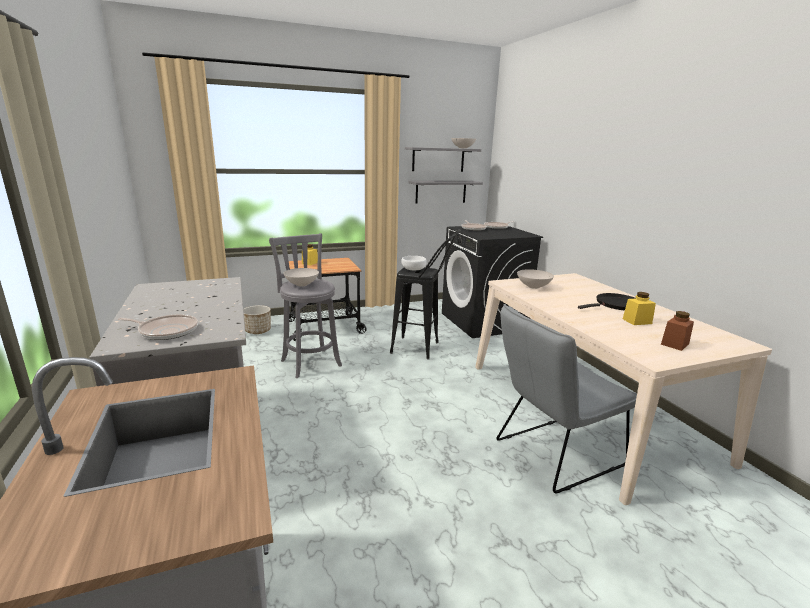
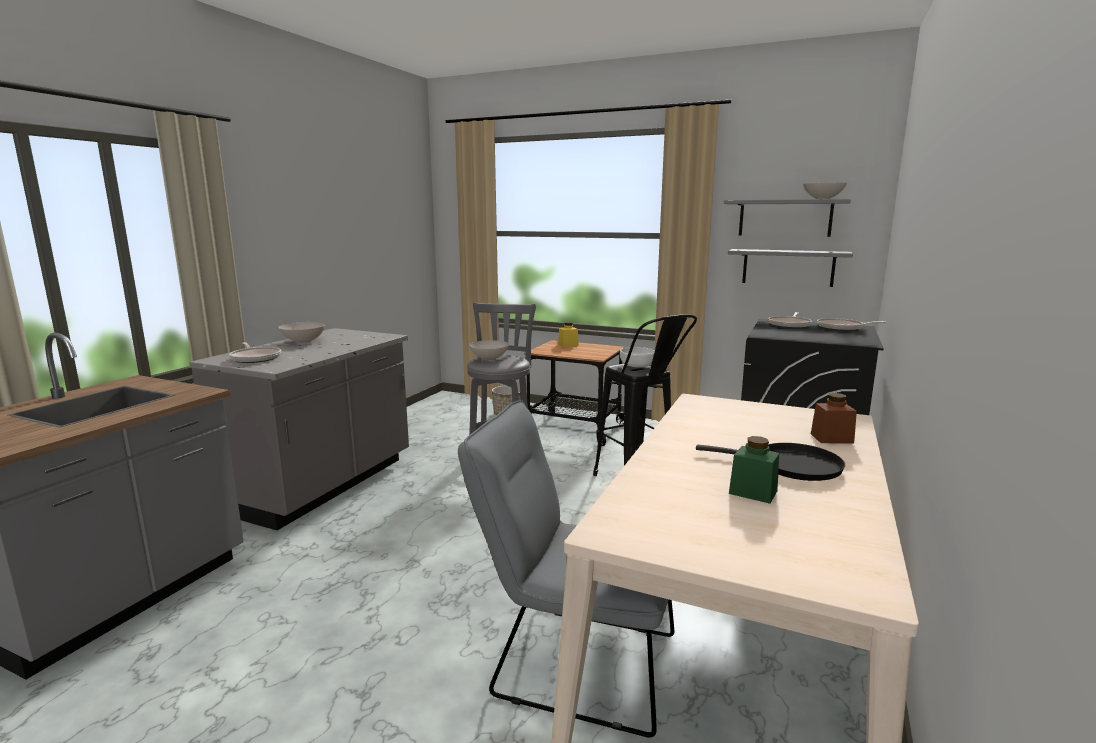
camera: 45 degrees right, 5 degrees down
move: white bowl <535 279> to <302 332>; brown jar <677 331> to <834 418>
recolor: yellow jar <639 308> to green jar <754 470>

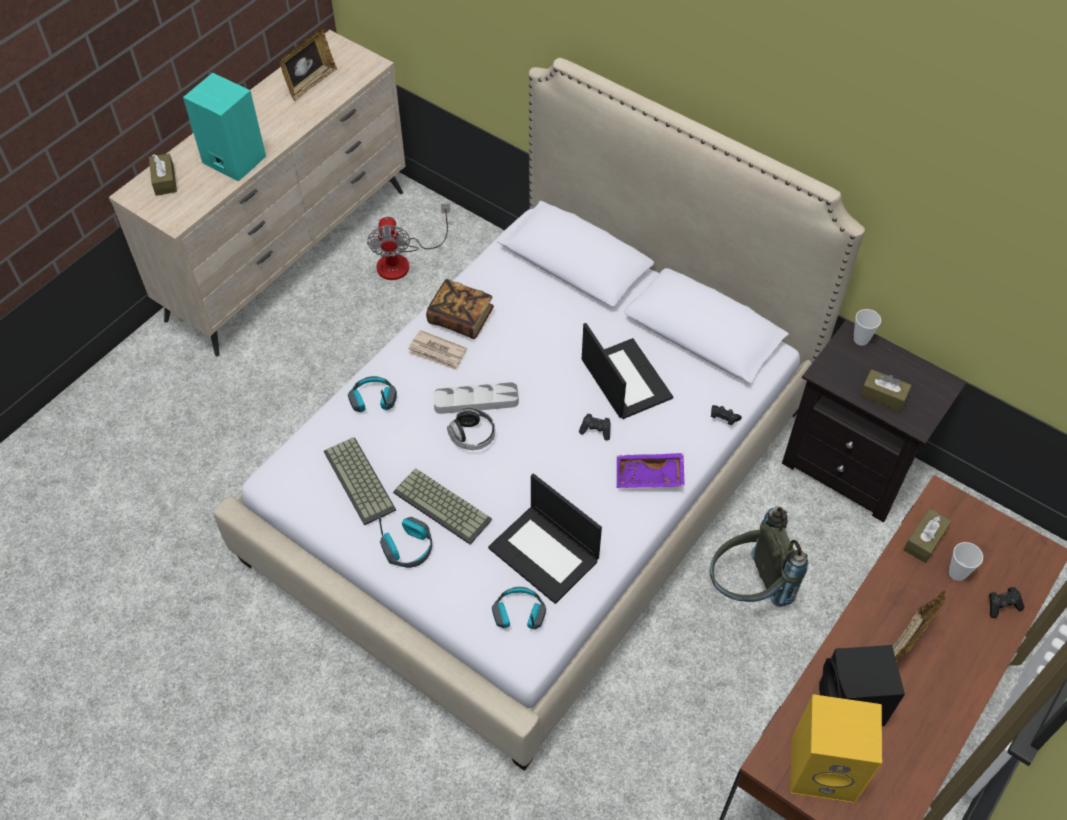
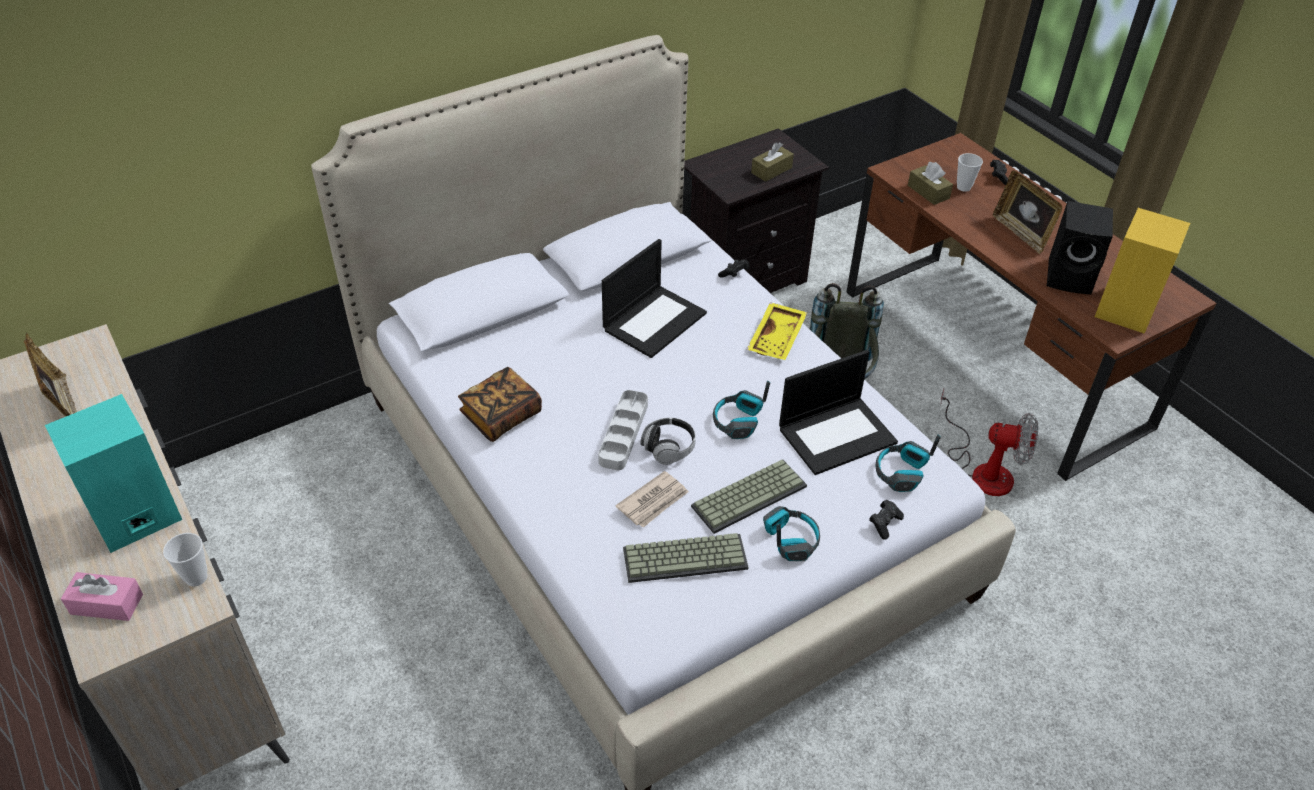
camera: 70 degrees left, 10 degrees down
move: cup <867 327> to <185 560>; newspaper <437 350> to <652 499>; headphones <372 394> to <741 410>; black game controller <595 426> to <886 520>; fan <408 241> to <989 442>
recolor: brown tissue box <163 175> to pink tissue box <102 596>; purple tray <651 470> to yellow tray <777 331>
rotate: laptop <627 371> = <654 298> 135 degrees clockwise

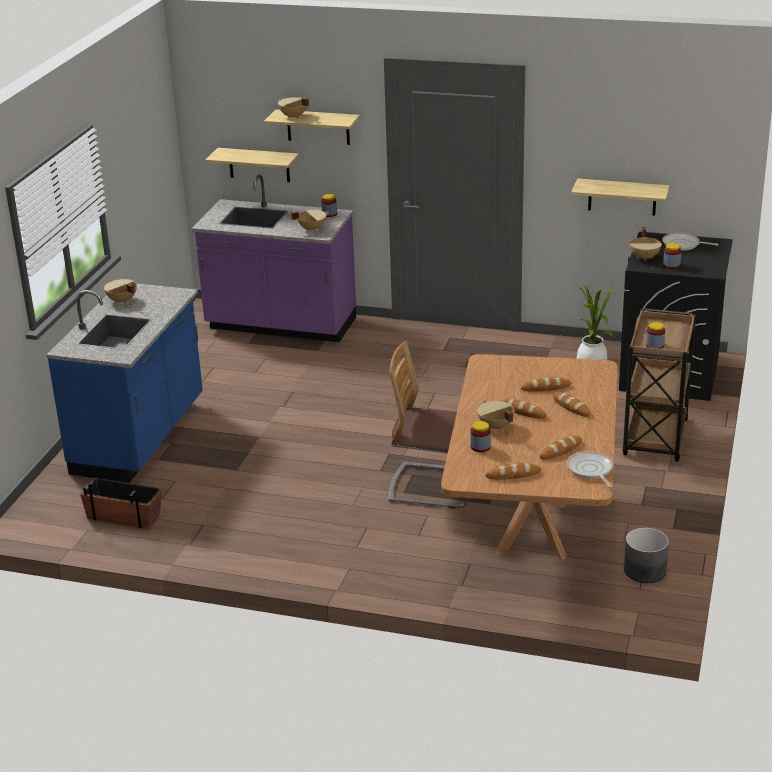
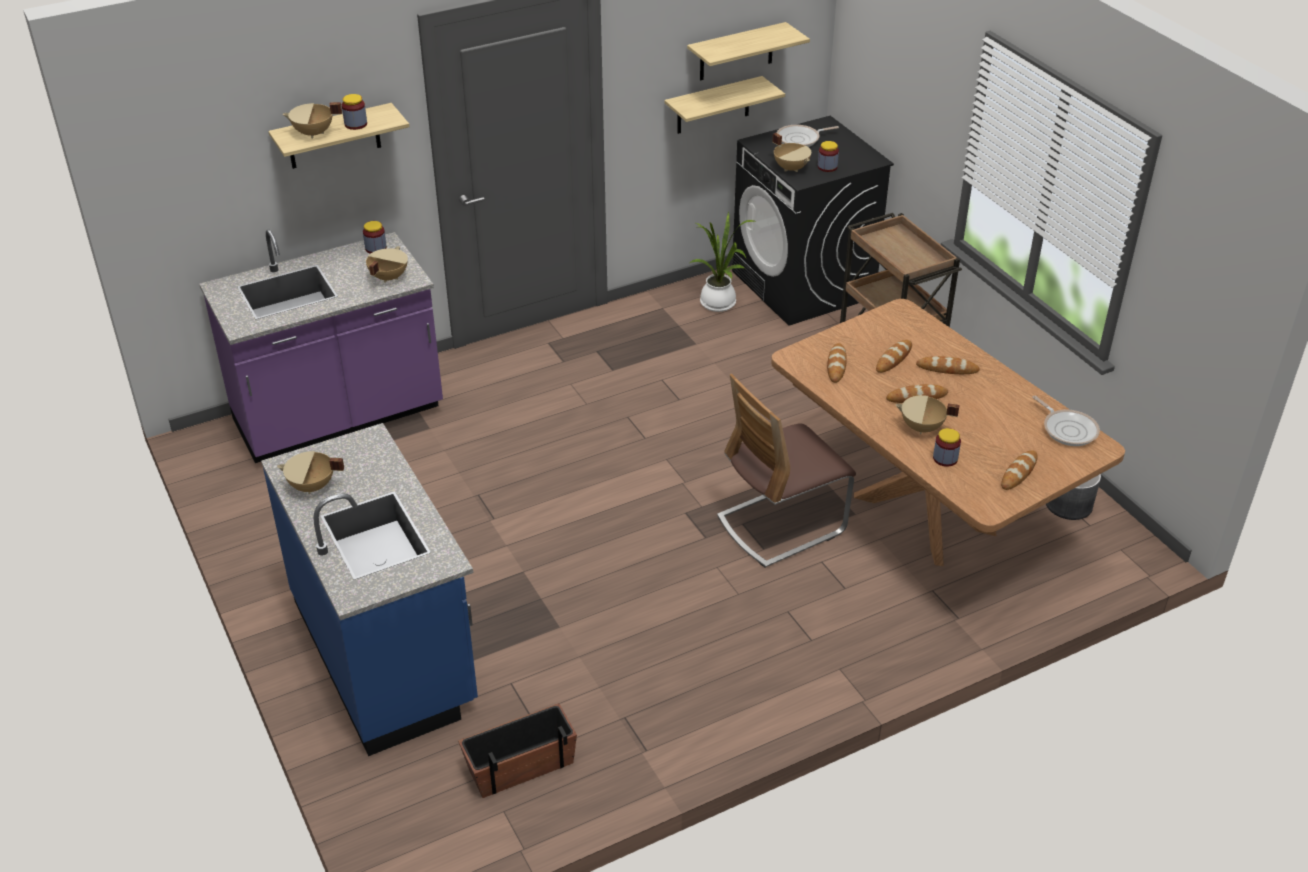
camera: 45 degrees left, 10 degrees up
move: jar <655 335> to <354 112>; shelf <252 165> to <748 51>; bread <561 448> to <837 363>
rotate: frying pan <590 469> = <1066 421> 150 degrees counterclockwise

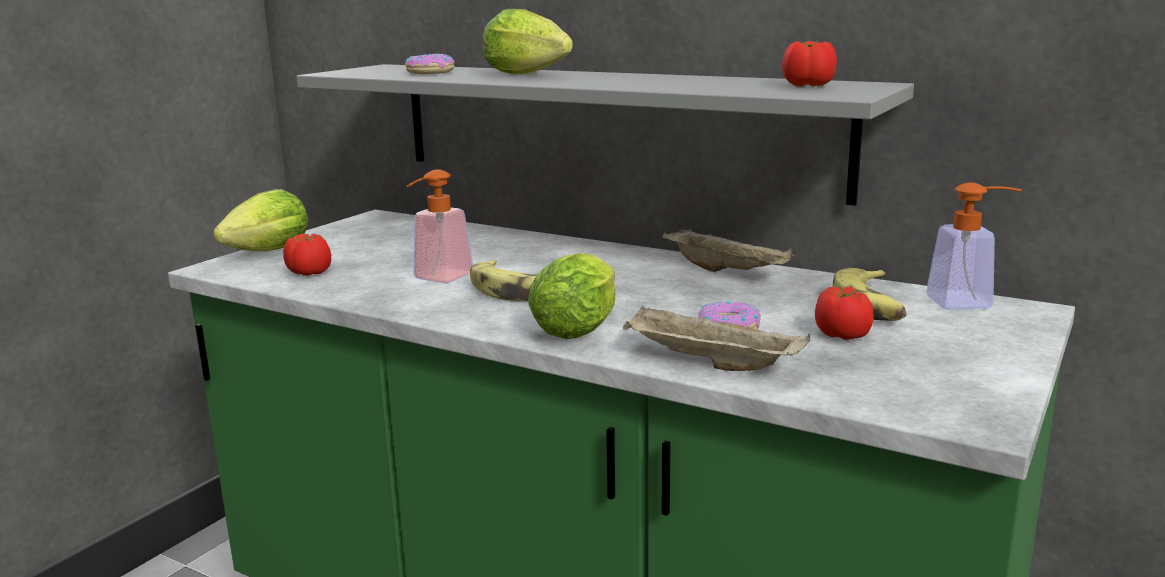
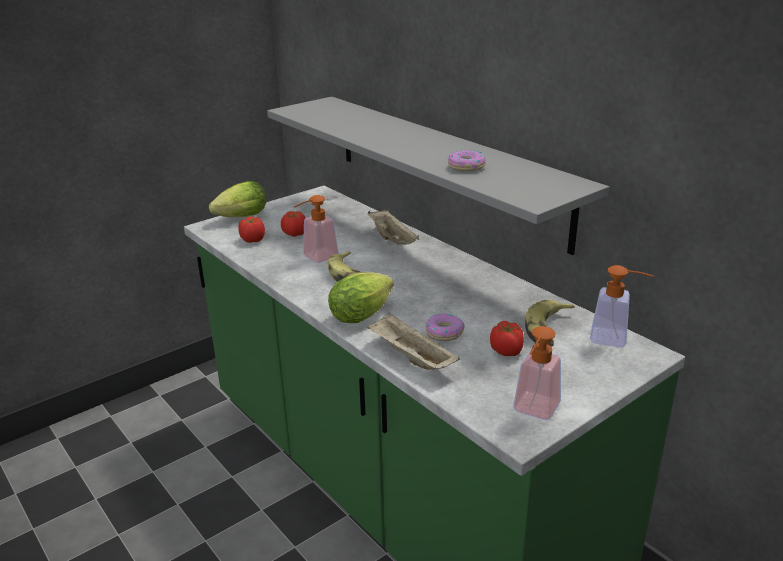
camera: 20 degrees right, 10 degrees up
delete: lettuce <527 41>
insert: soap dispenser <537 373>
move: tomato <809 64> to <293 224>; beige tray <728 250> to <393 227>; donut <429 63> to <466 160>

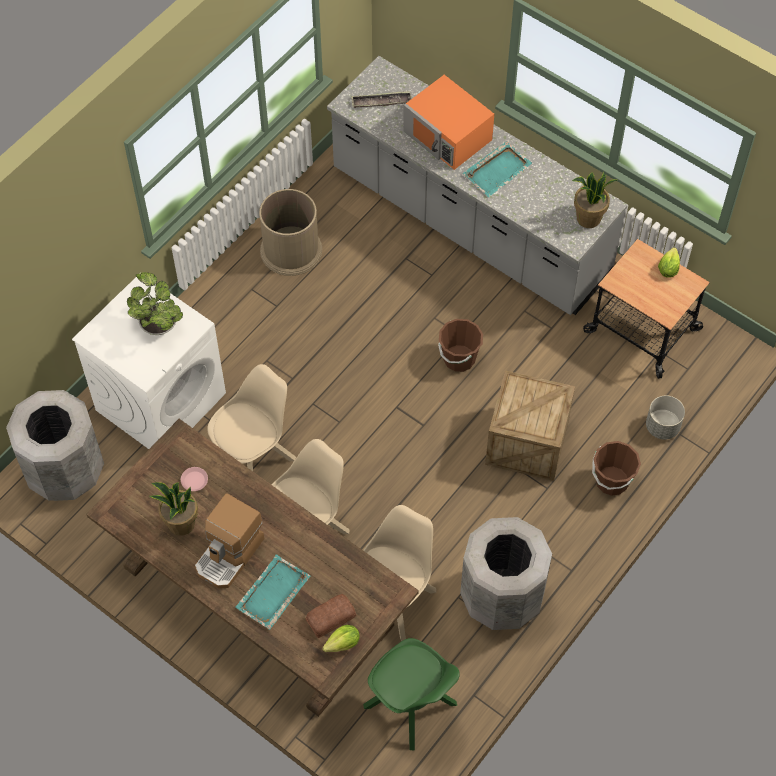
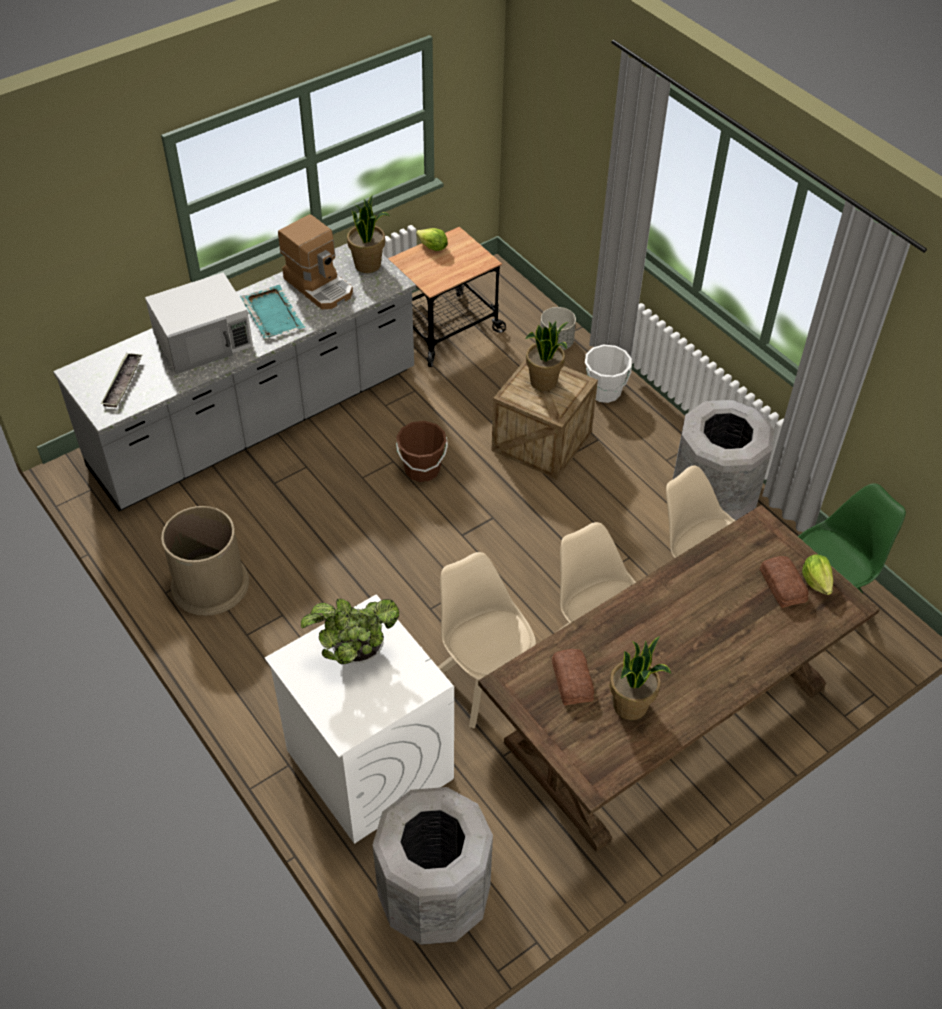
camera: 75 degrees left, 10 degrees down
delete: turquoise tray <272 592>
insert: potted plant <547 356>
move: coffee machine <229 541> to <315 261>
replace: pink plate <194 479> to bread <573 677>
recolor: orange microwave <448 122> to white microwave <199 323>; brown bucket <616 468> to white bucket <608 374>

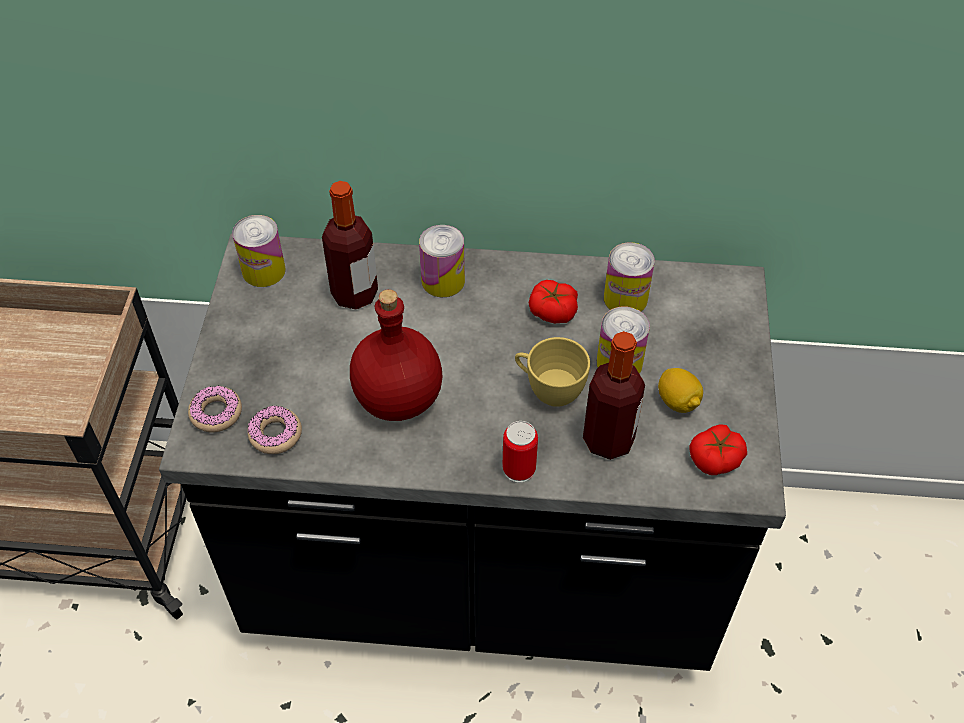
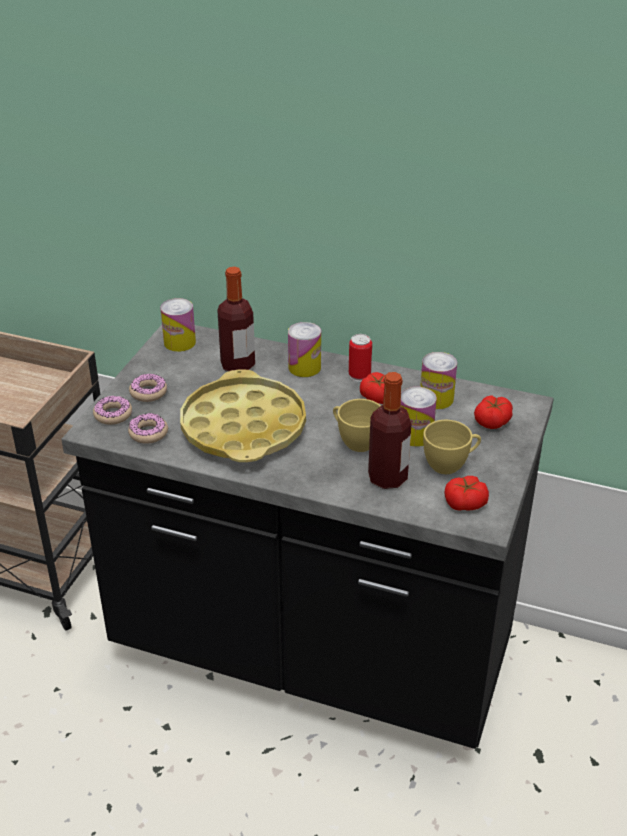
camera: 15 degrees right, 15 degrees down
insert: donut <148 388>; tomato <493 412>
move: can <520 452> to <360 358>
replace: red bottle <396 355> to yellow tray <243 415>; lemon <680 390> to yellow cup <452 447>

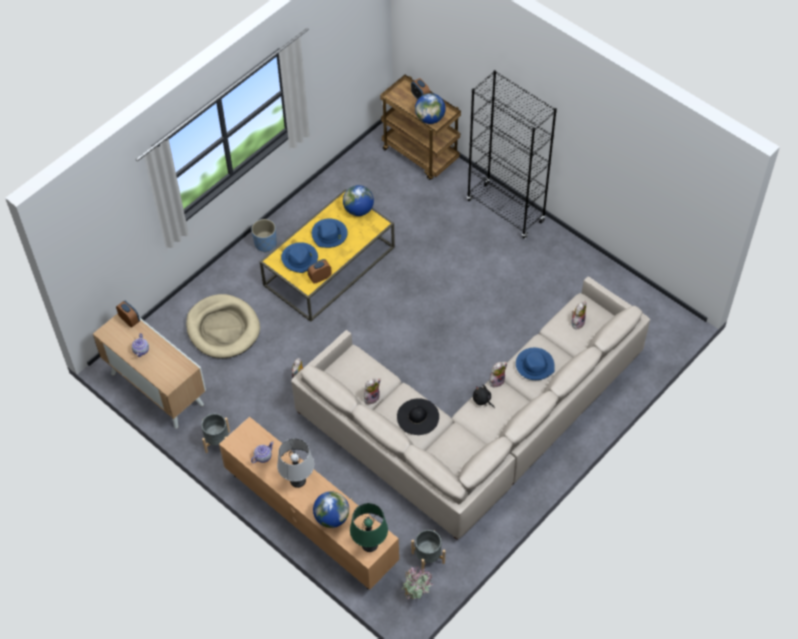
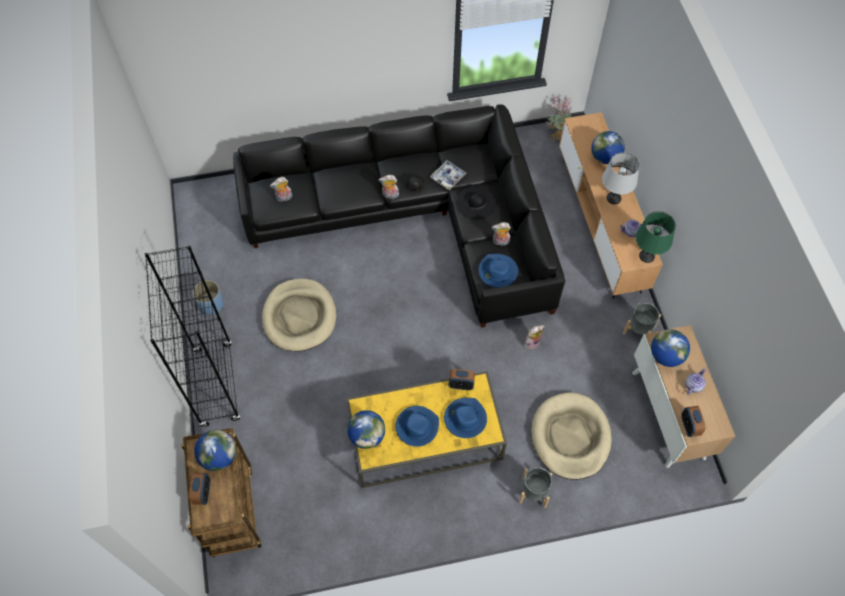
camera: 145 degrees left, 5 degrees up
insert: beige dog bed <299 315>; tray <448 175>; globe <670 348>
move: blue planter <264 235> to <208 297>; blue hat <535 364> to <498 271>; grey planter <428 551> to <535 487>; green table lamp <369 527> to <656 237>
recolor: beige sofa <470 408> to black sofa <399 216>

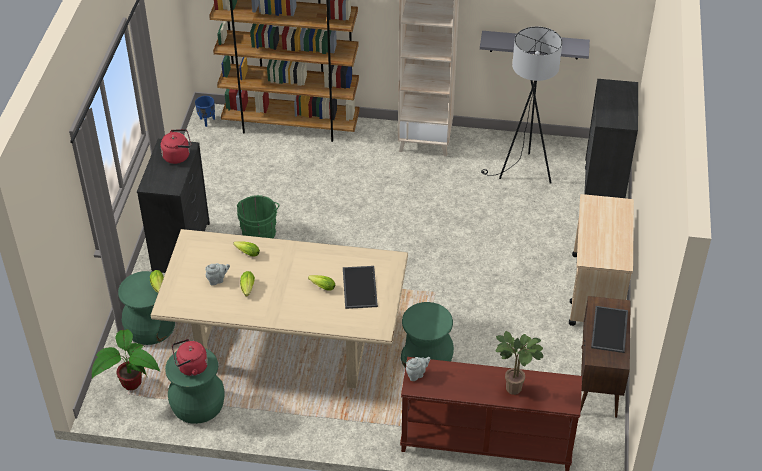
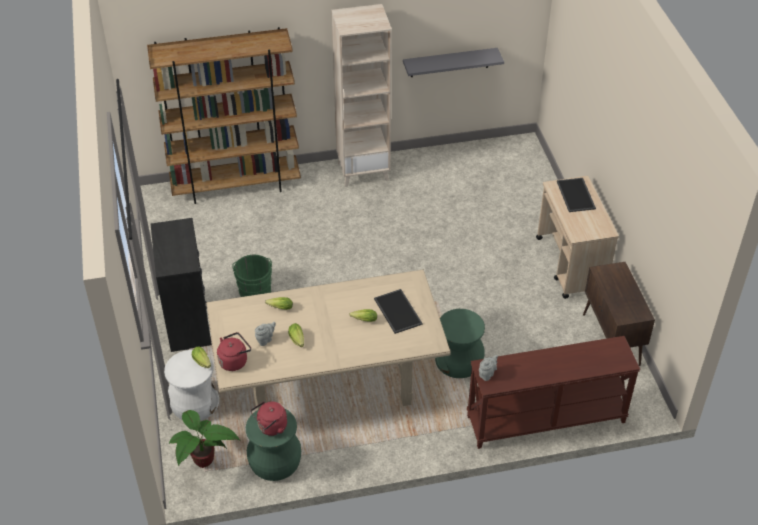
camera: 20 degrees left, 0 degrees up
delete: blue planter <205 111>; black floor lamp <521 105>; potted plant <519 363>; black dresser <611 138>
move: red kettle <175 146> to <234 351>; tray <609 329> to <576 195>
recolor: green stool <146 308> to white stool <191 385>

